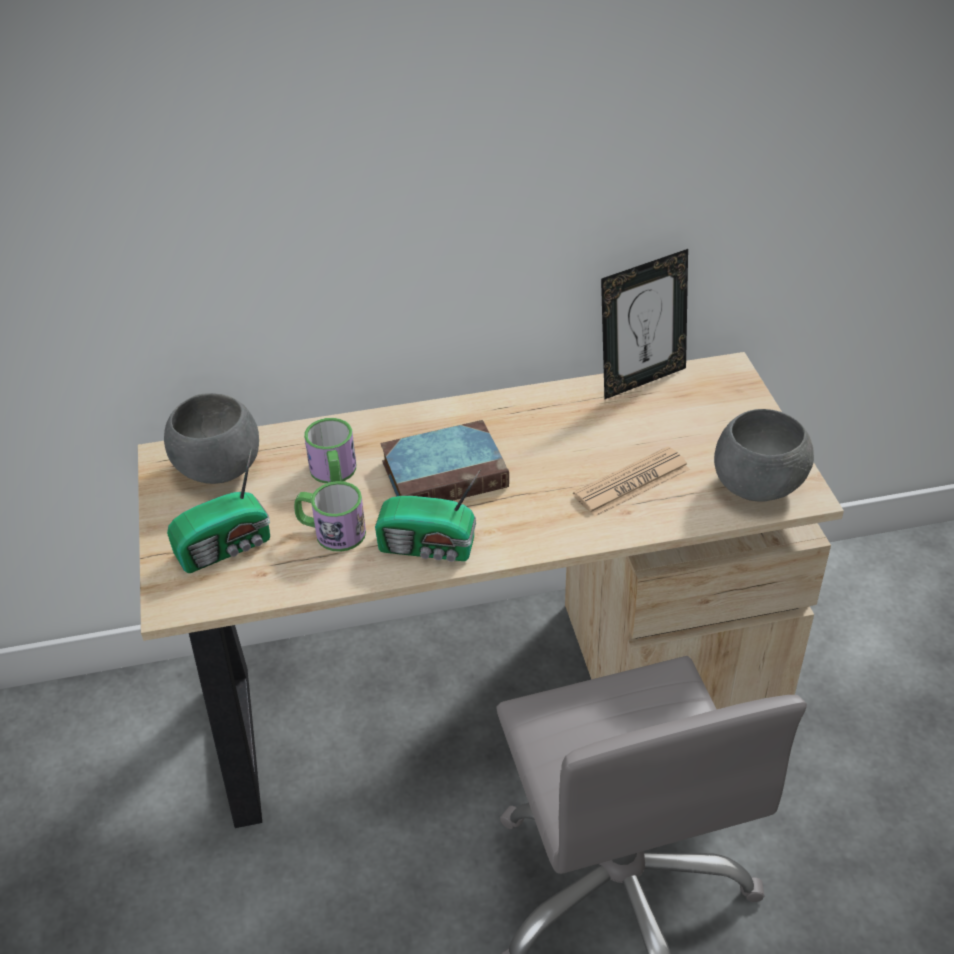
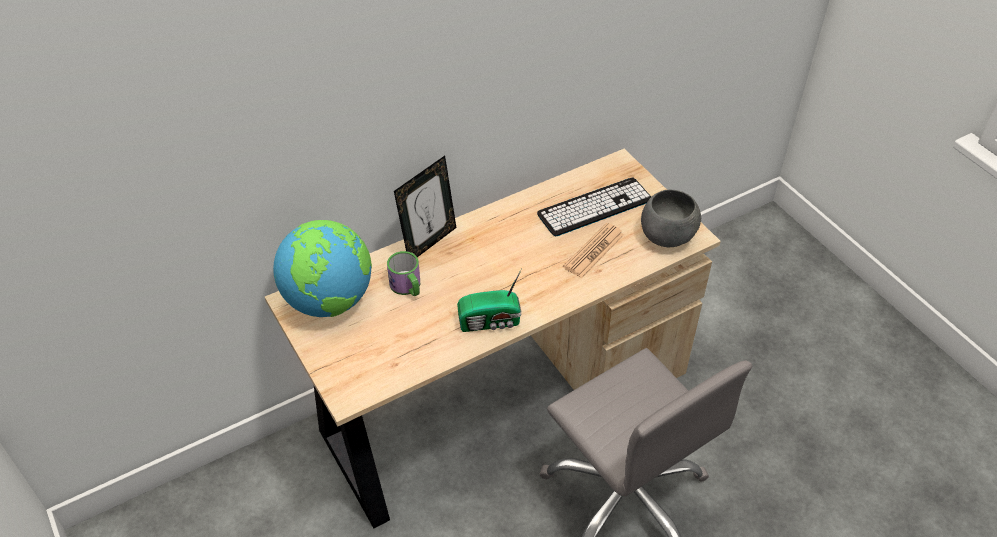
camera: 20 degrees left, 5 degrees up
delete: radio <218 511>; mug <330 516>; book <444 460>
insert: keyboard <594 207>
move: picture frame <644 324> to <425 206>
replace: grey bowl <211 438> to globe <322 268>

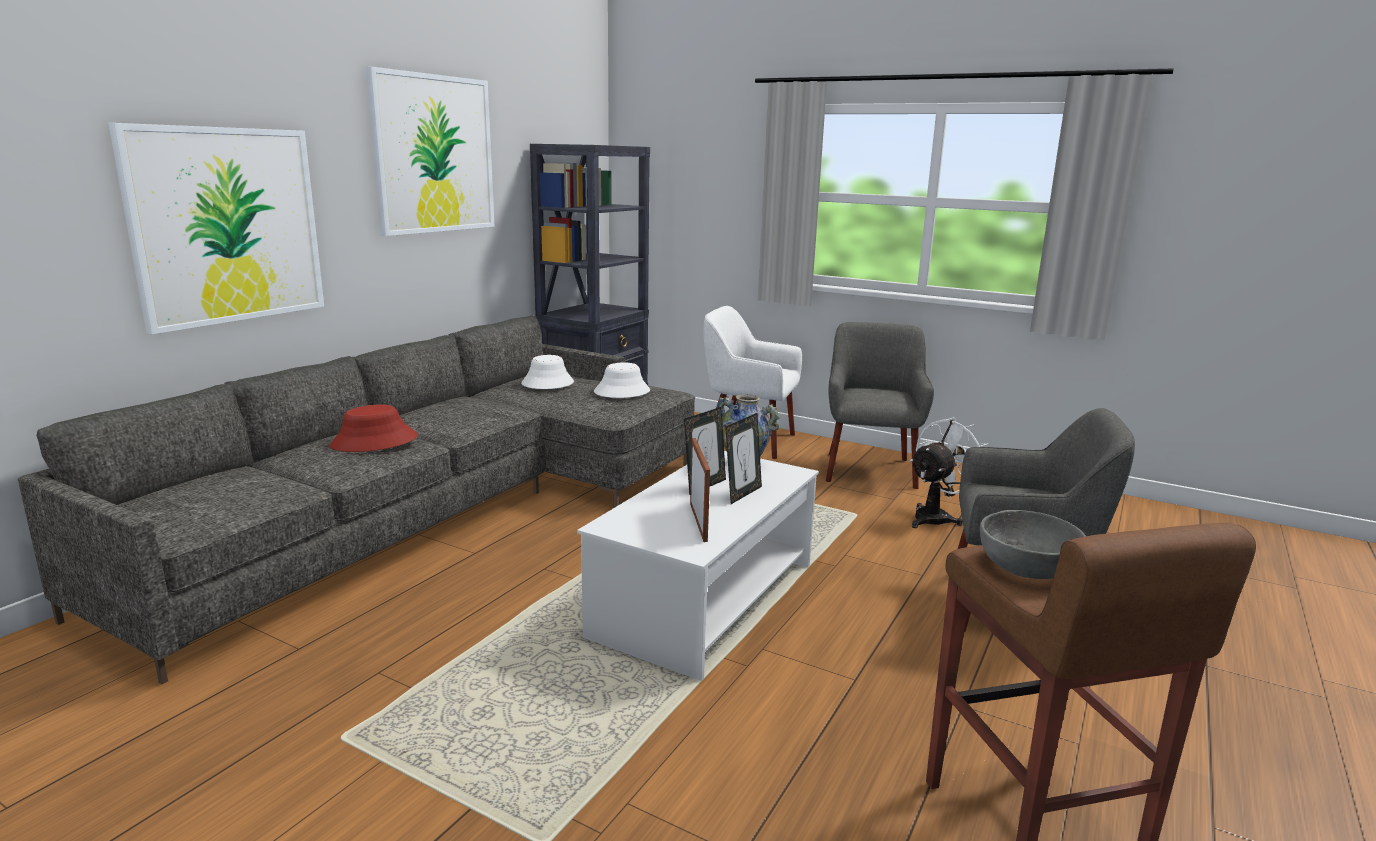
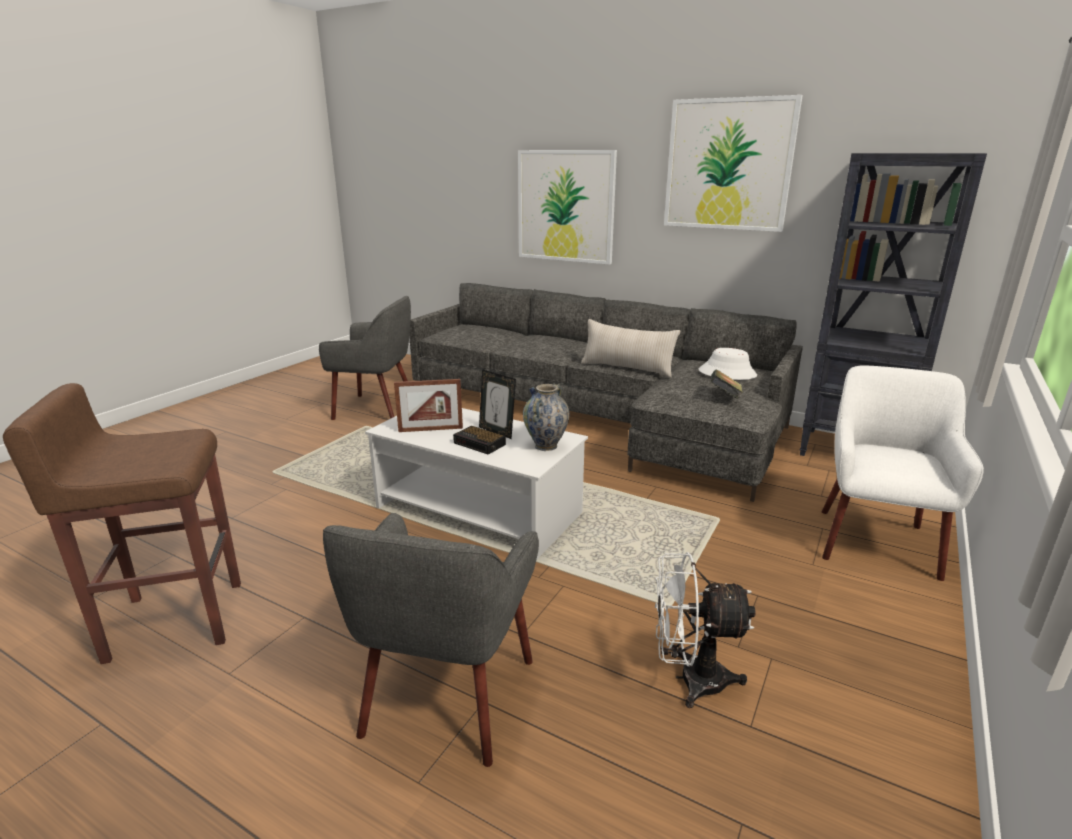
camera: 90 degrees right, 5 degrees up
delete: red hat <374 428>; grey bowl <1033 544>
insert: beige pillow <630 348>
move: grey armchair <880 405> to <365 358>
replace: picture frame <743 458> to alarm clock <479 440>; white hat <622 380> to book <727 384>
rotate: white fan <949 472> = <705 630> 135 degrees clockwise

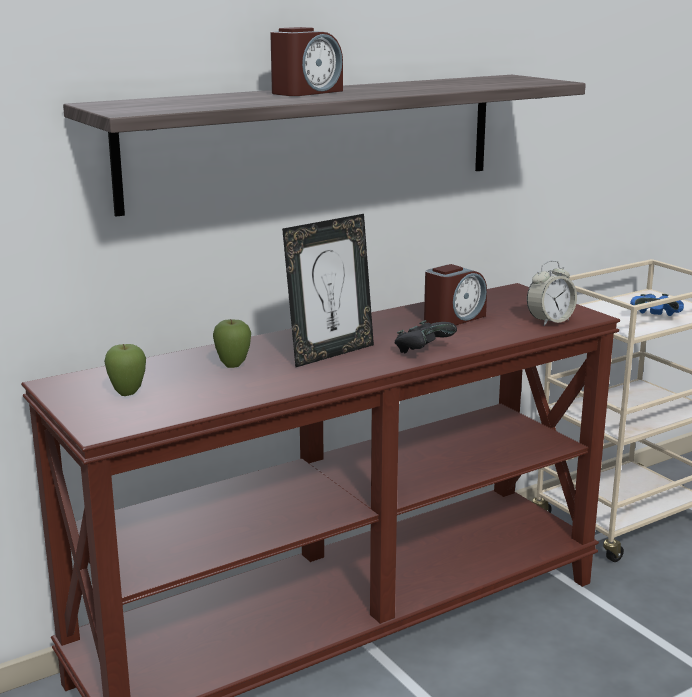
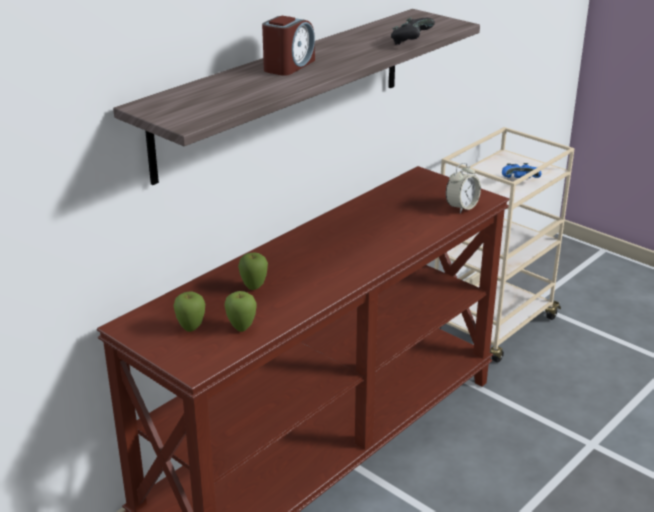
camera: 15 degrees left, 10 degrees up
delete: picture frame <328 290>; alarm clock <455 294>
insert: apple <240 311>
move: black game controller <425 336> to <413 31>

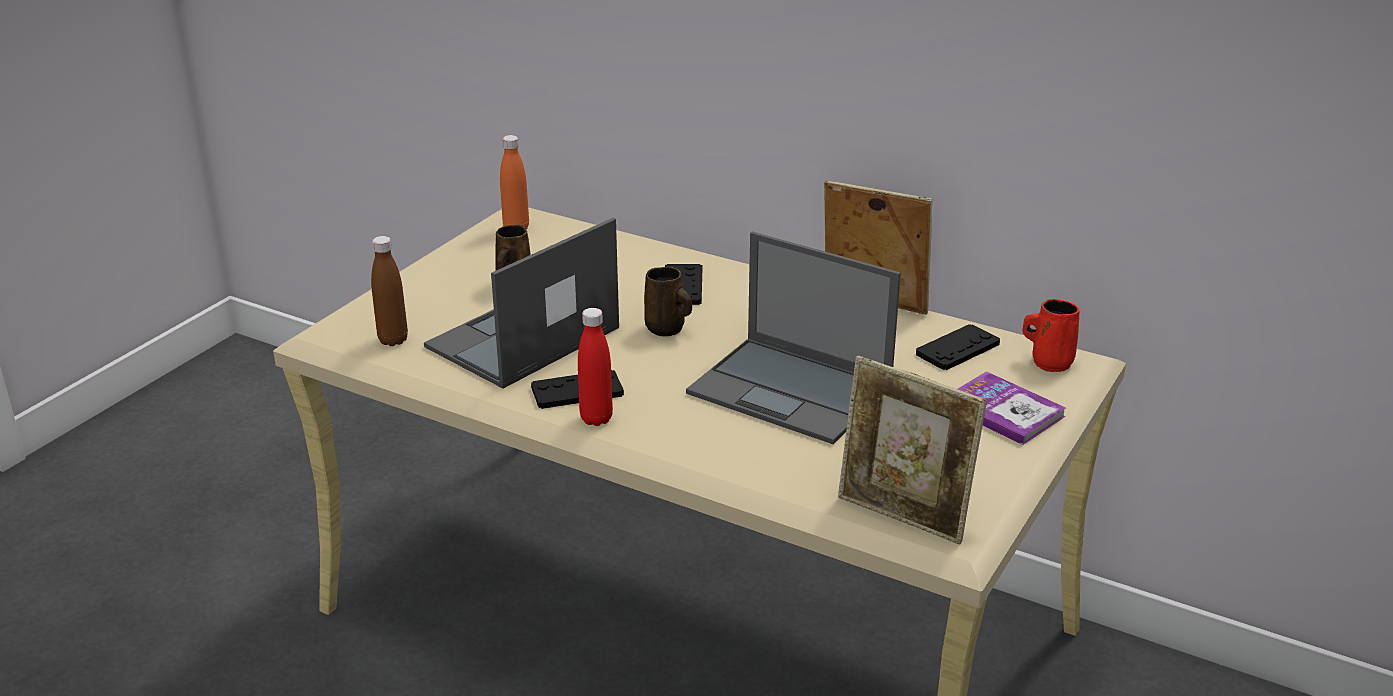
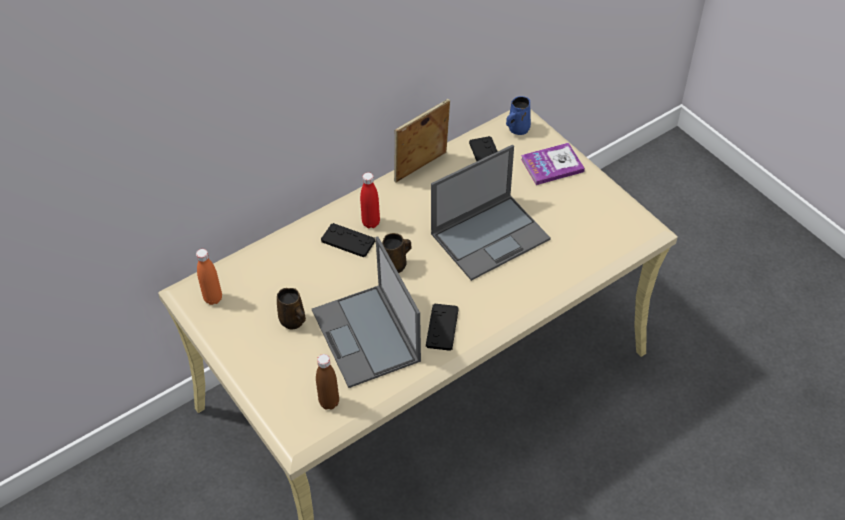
camera: 65 degrees left, 20 degrees up
delete: picture frame <912 450>
move: red bottle <595 367> to <370 200>
recolor: red mug <1051 335> to blue mug <518 115>

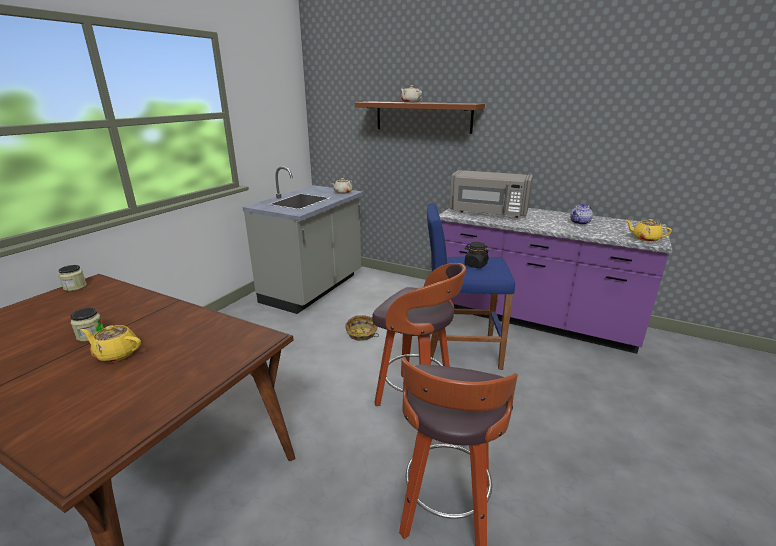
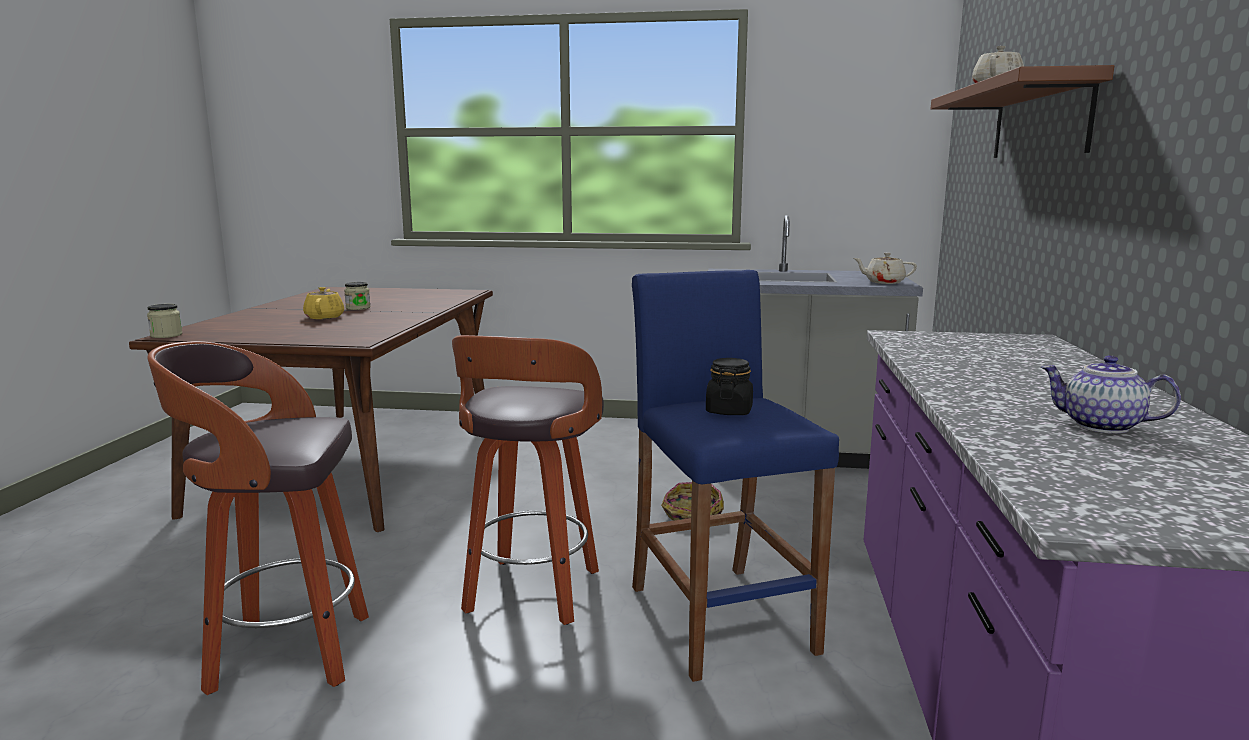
camera: 70 degrees right, 10 degrees down
delete: grey microwave <491 194>; yellow teapot <648 230>
move: jar <72 278> to <164 321>

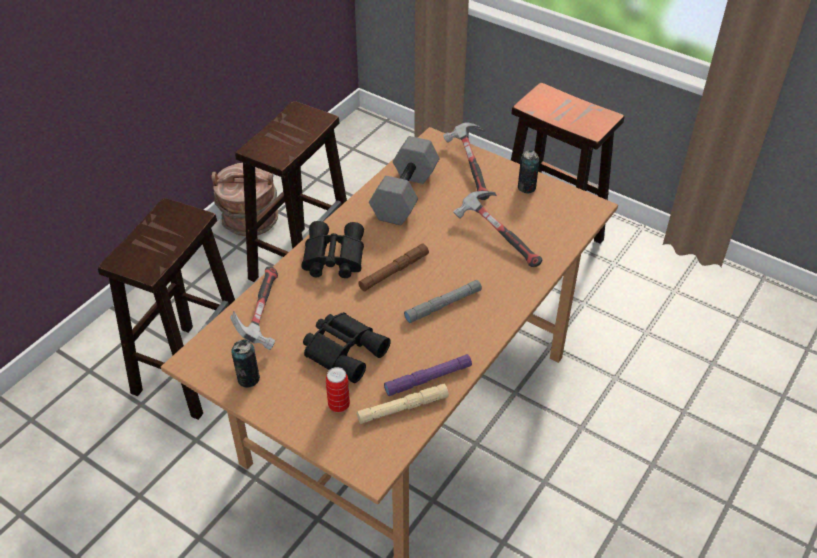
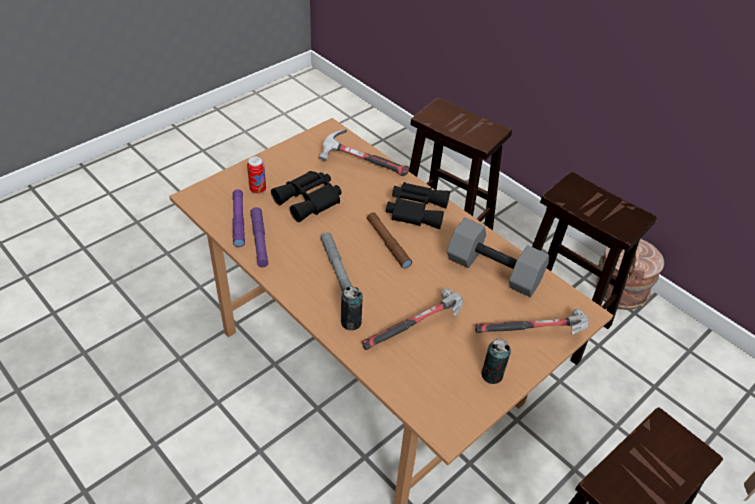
camera: 100 degrees right, 0 degrees up
move: can <245 363> to <352 308>
recolor: beige flashlight <403 404> to purple flashlight <239 218>

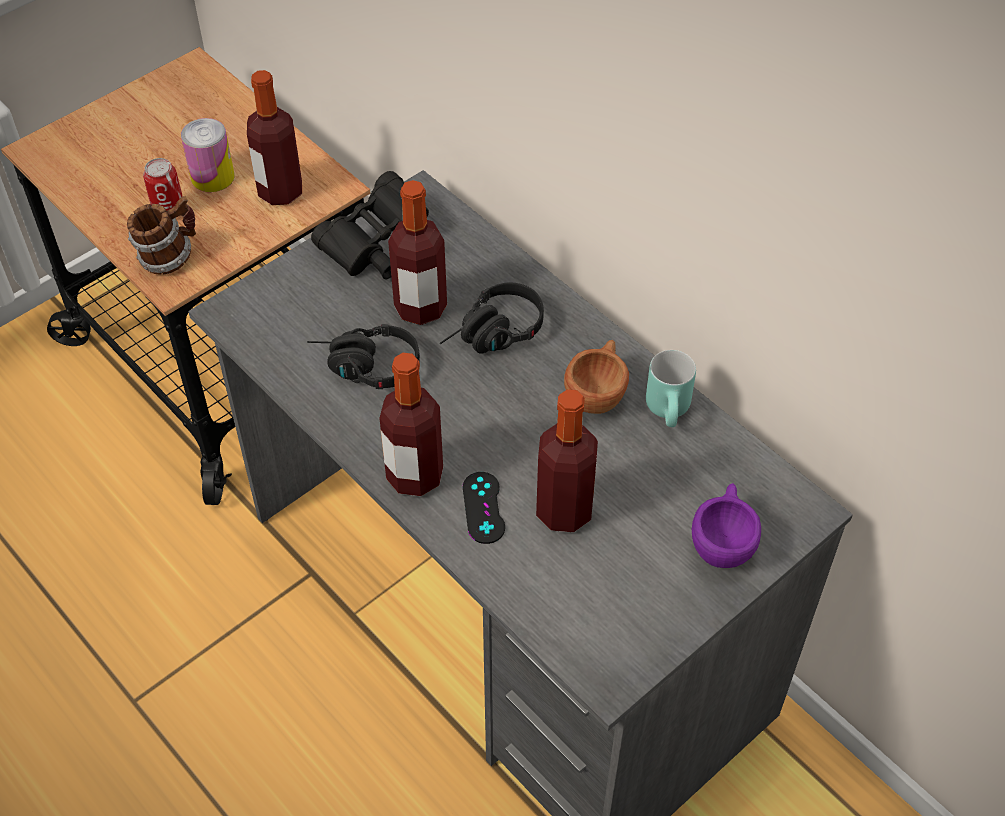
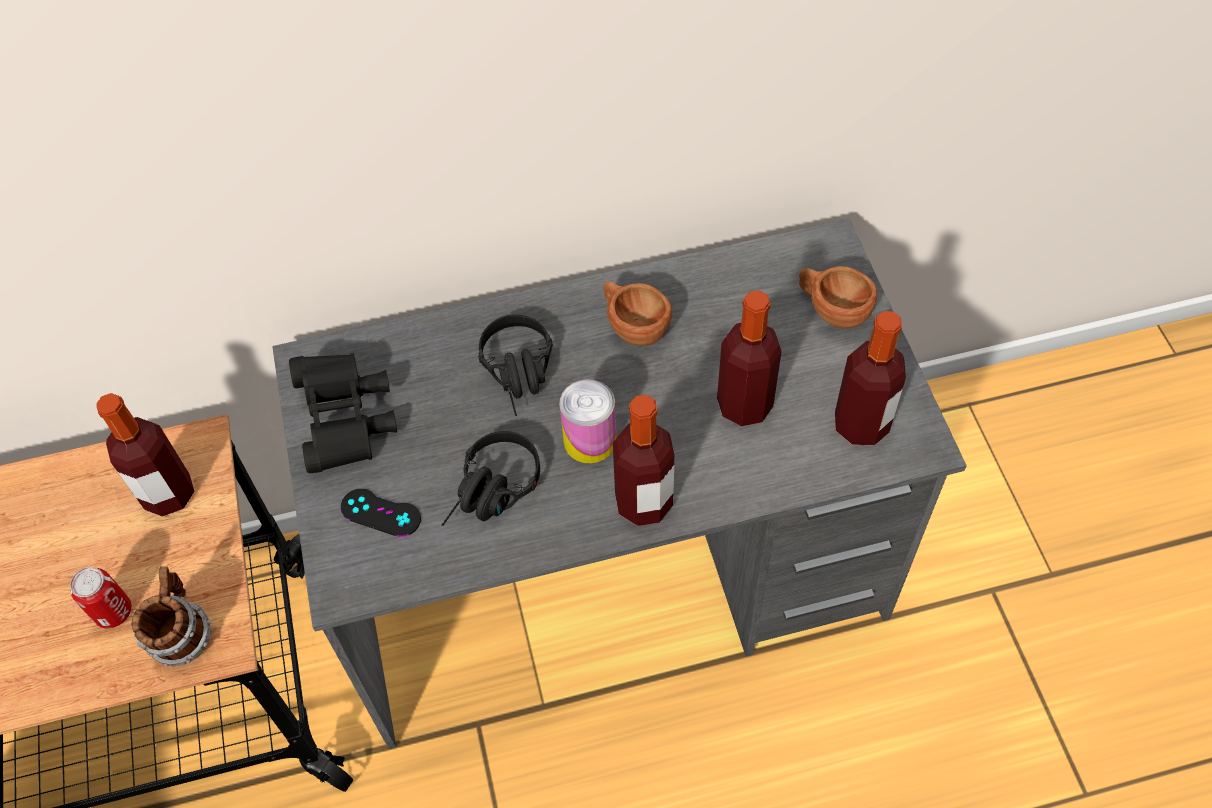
camera: 60 degrees left, 5 degrees up
delete: turquoise mug <671 388>
move: black game controller <484 508> to <381 513>; can <208 155> to <587 421>; bottle <417 252> to <870 378>
recolor: purple cup <726 525> to brown cup <838 297>

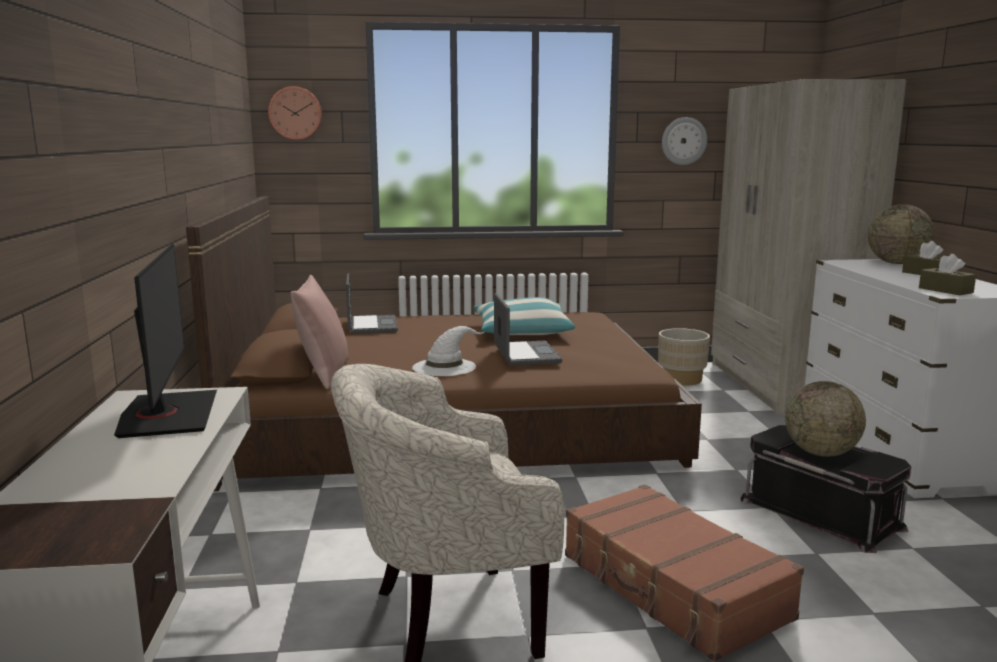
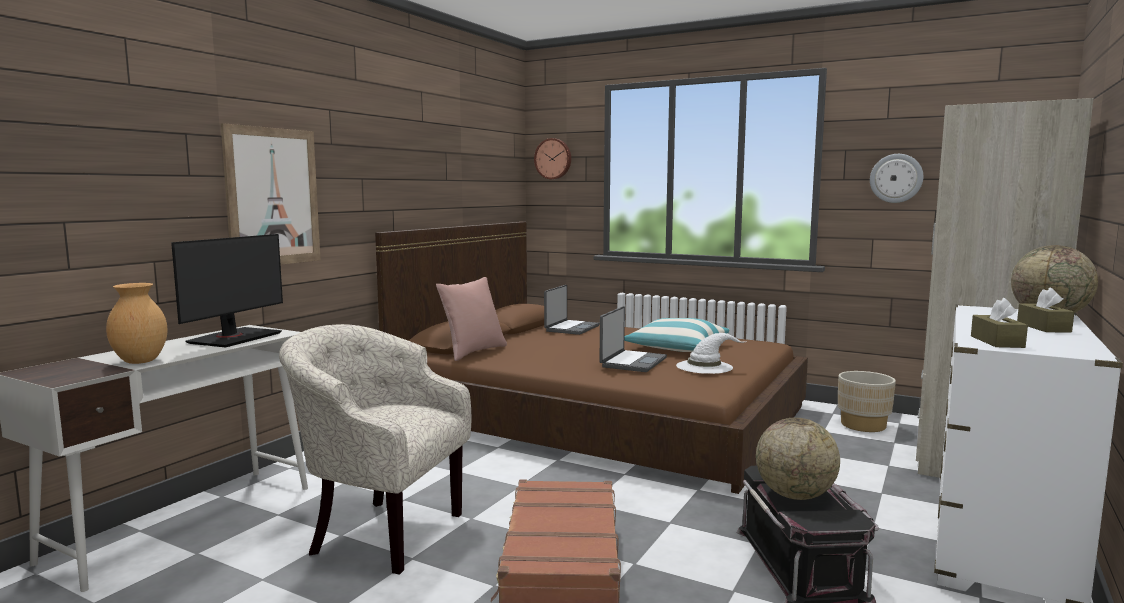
camera: 35 degrees right, 5 degrees down
insert: brown vase <137 323>; picture <271 194>
move: white hat <448 351> to <711 353>

